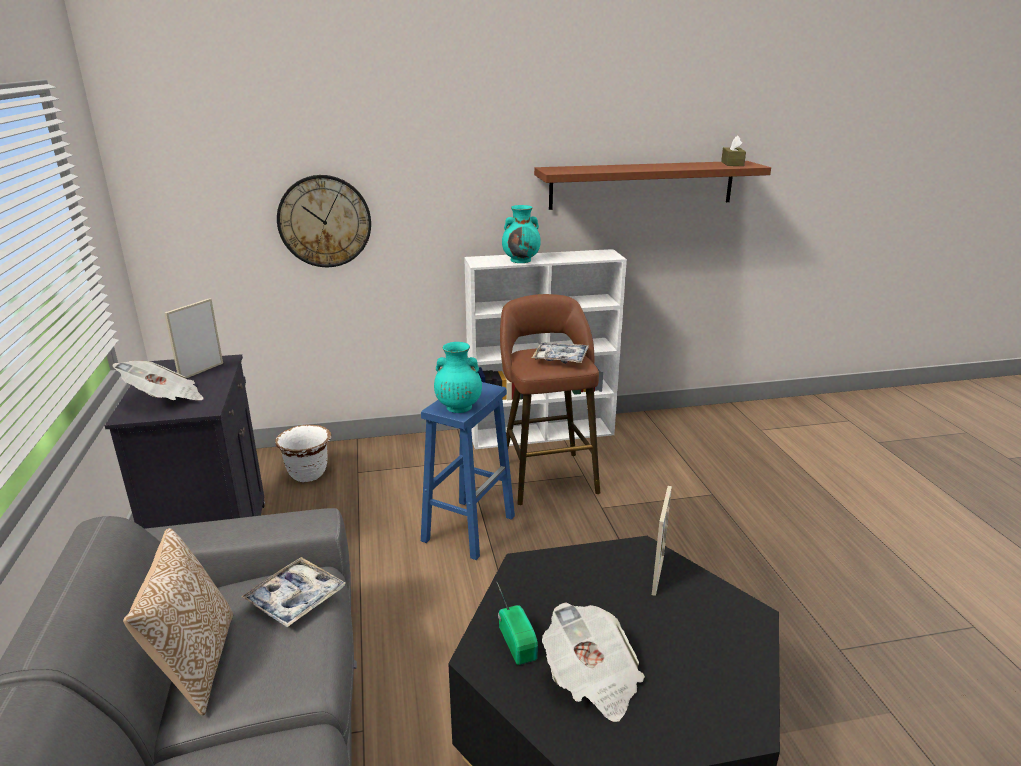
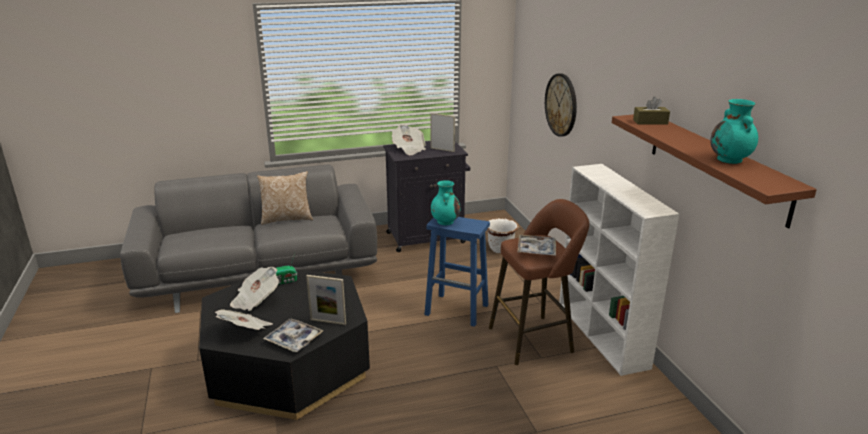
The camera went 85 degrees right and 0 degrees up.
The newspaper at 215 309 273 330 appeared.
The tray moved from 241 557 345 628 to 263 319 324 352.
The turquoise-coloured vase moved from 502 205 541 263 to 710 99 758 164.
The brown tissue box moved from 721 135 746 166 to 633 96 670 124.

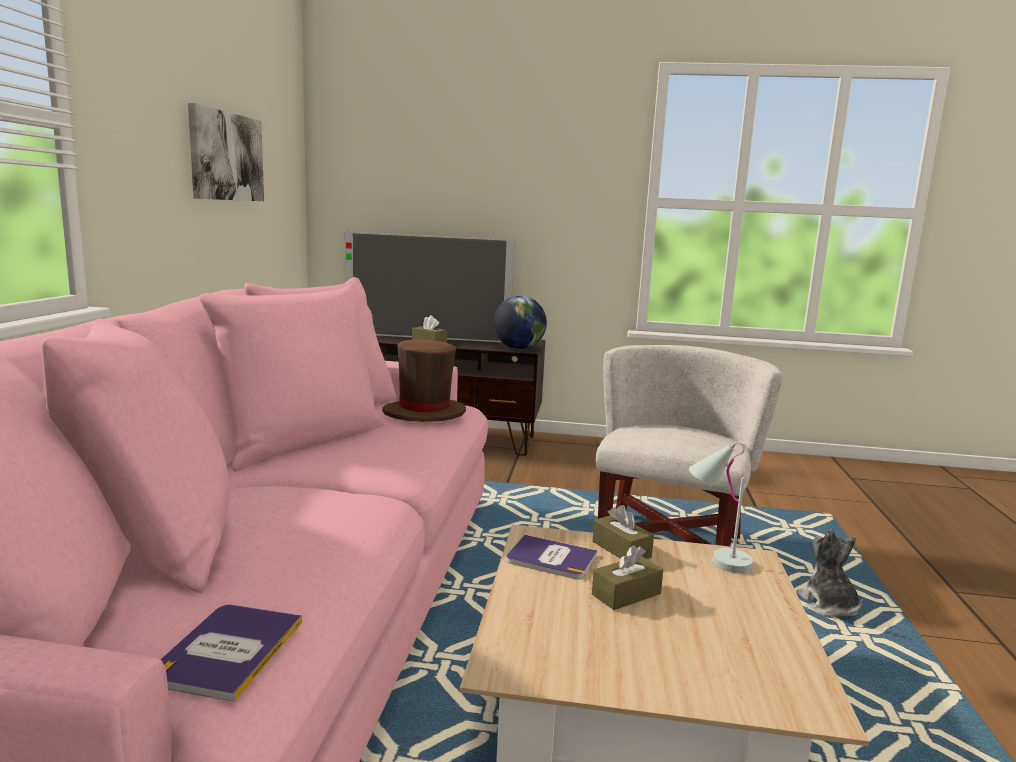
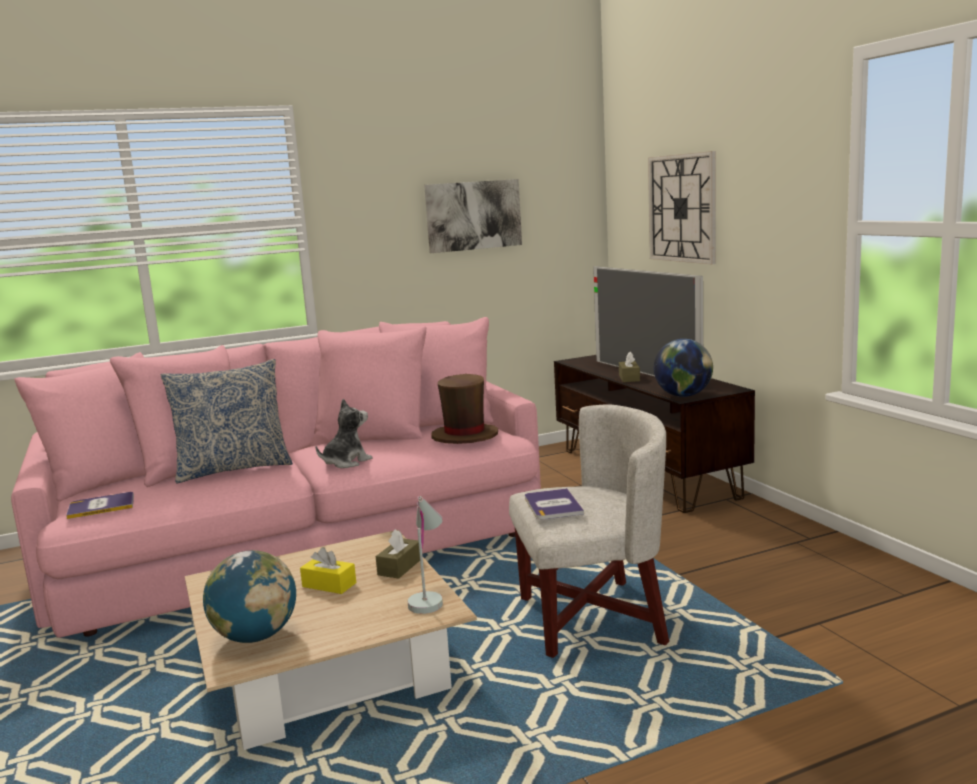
The camera went 60 degrees right and 0 degrees up.
The throw pillow at 161 359 293 483 appeared.
The world globe at 203 550 296 643 appeared.
The wall clock at 648 151 716 264 appeared.
The volume moved from 506 535 597 579 to 525 488 584 520.
The plush toy moved from 796 529 863 618 to 316 399 372 468.
The brown tissue box at 592 545 663 610 became the yellowish tissue box at 300 547 356 594.

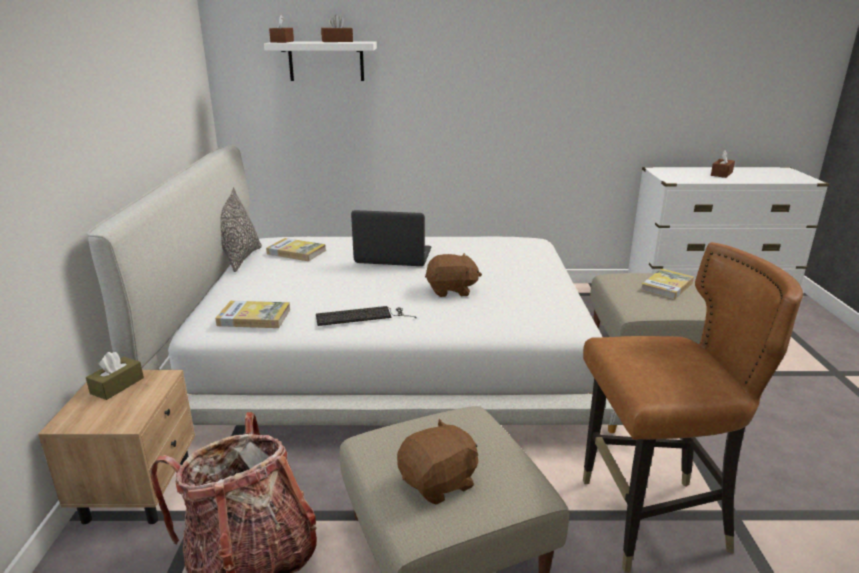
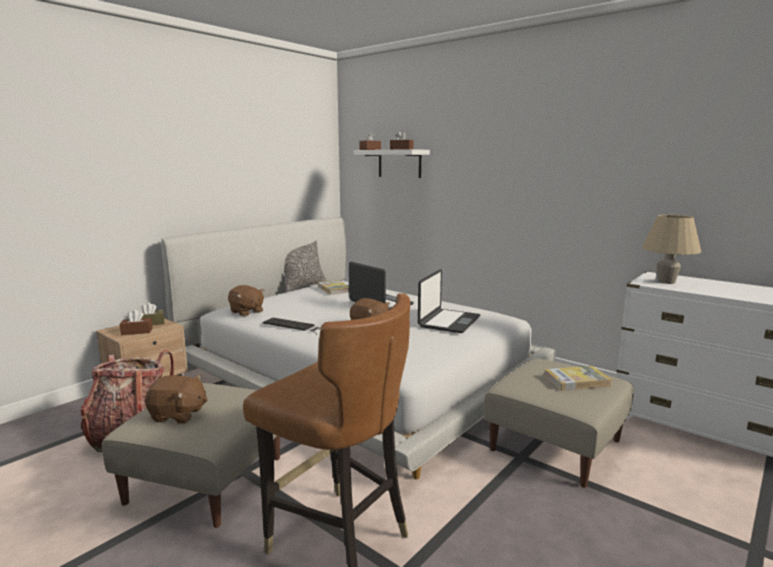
The camera went 40 degrees right and 10 degrees down.
The notebook computer at 418 269 480 333 appeared.
The beige tabletop lamp at 642 215 701 284 appeared.
The brown tissue box moved from 711 150 735 178 to 119 310 153 335.
The volume at 215 301 290 328 was replaced by the brown plush toy at 228 285 265 316.

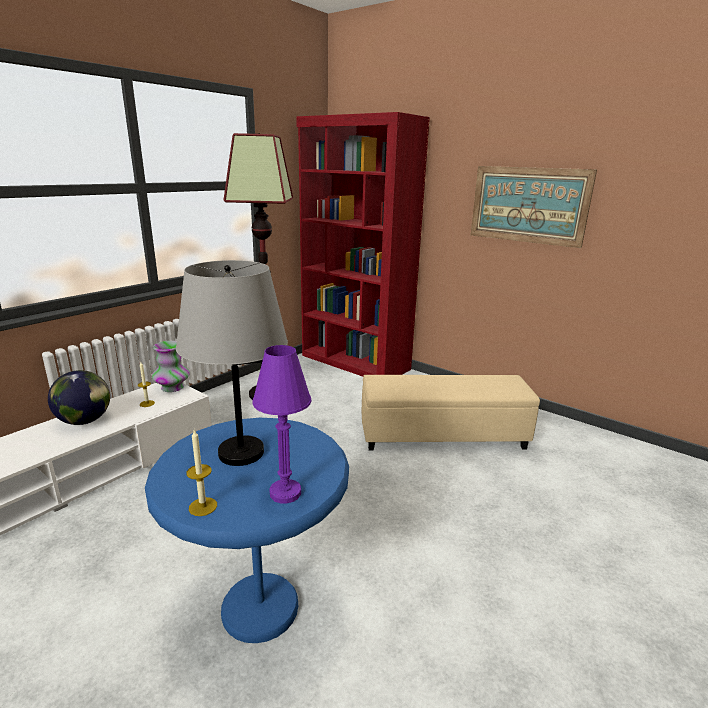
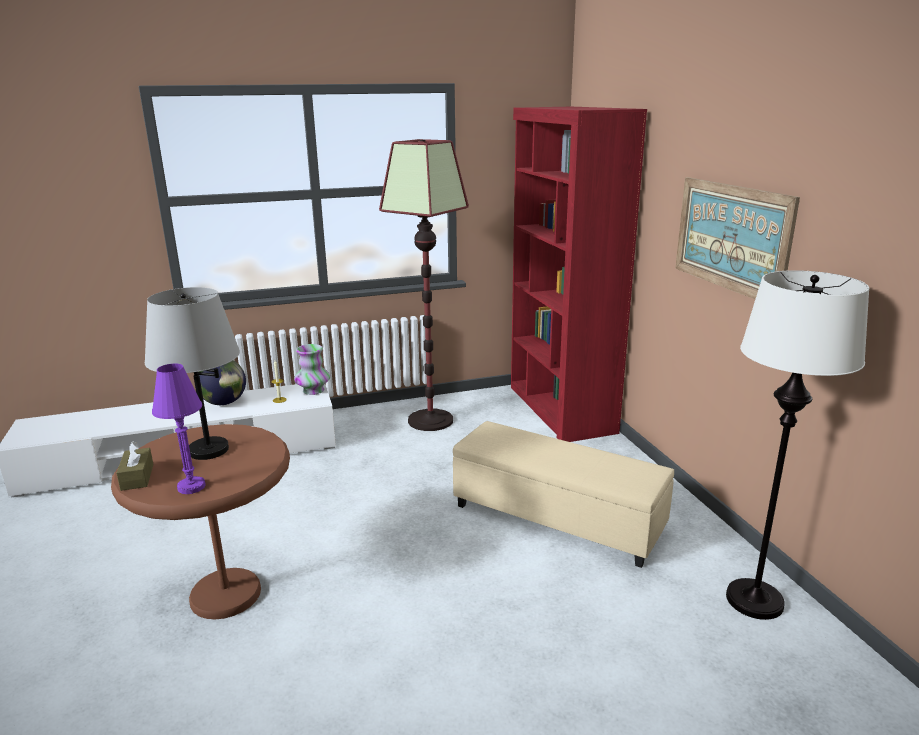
The camera went 35 degrees right and 0 degrees up.
The white standing lamp at 726 270 869 620 appeared.
The wax candle at 186 430 217 516 was replaced by the brown tissue box at 116 441 153 491.
The bluish accent table at 145 418 349 643 became the brown accent table at 111 424 290 619.

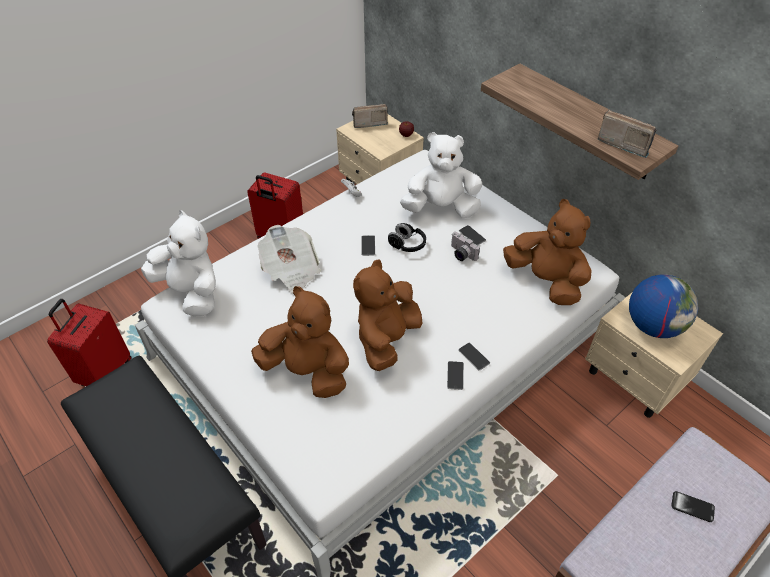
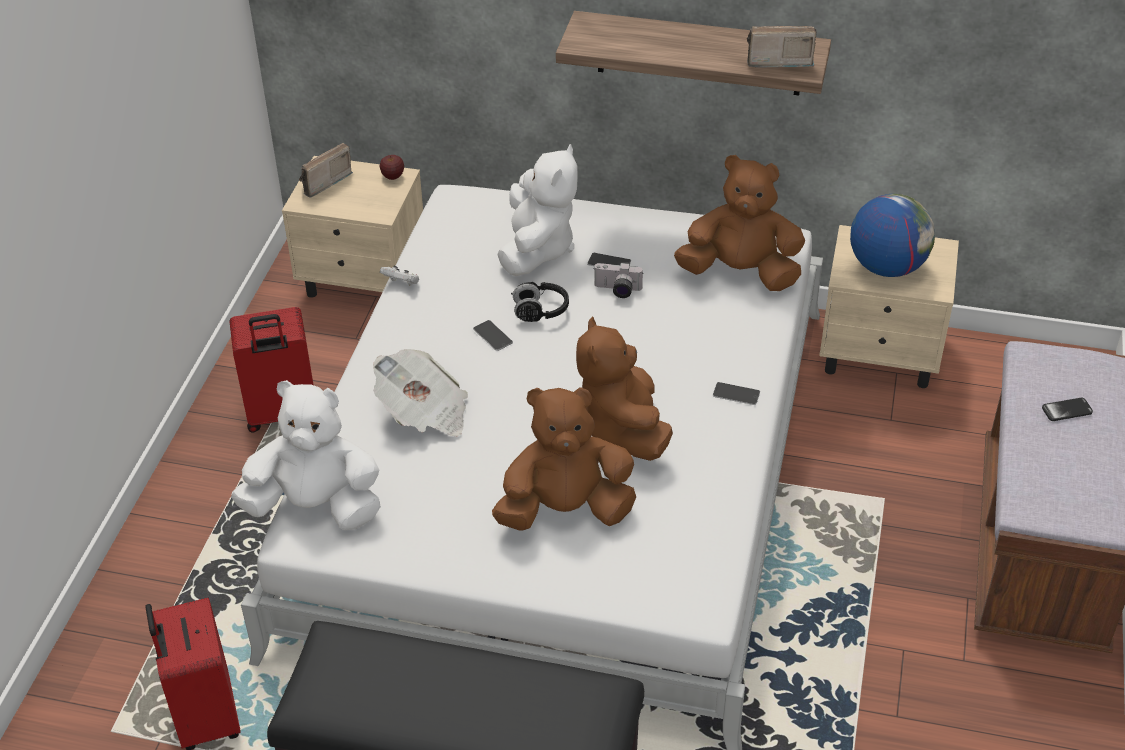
The camera went 35 degrees left and 5 degrees down.
The telephone at 447 361 464 390 disappeared.
The white plush toy at 400 132 482 218 turned 135 degrees clockwise.

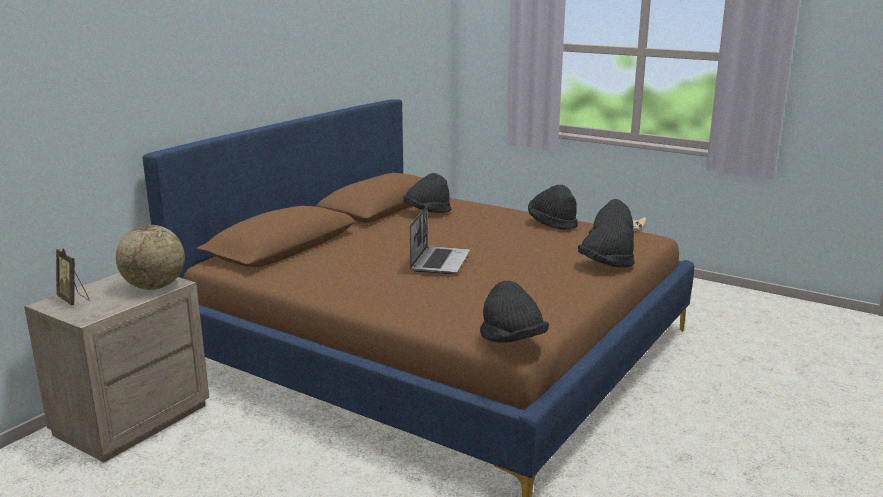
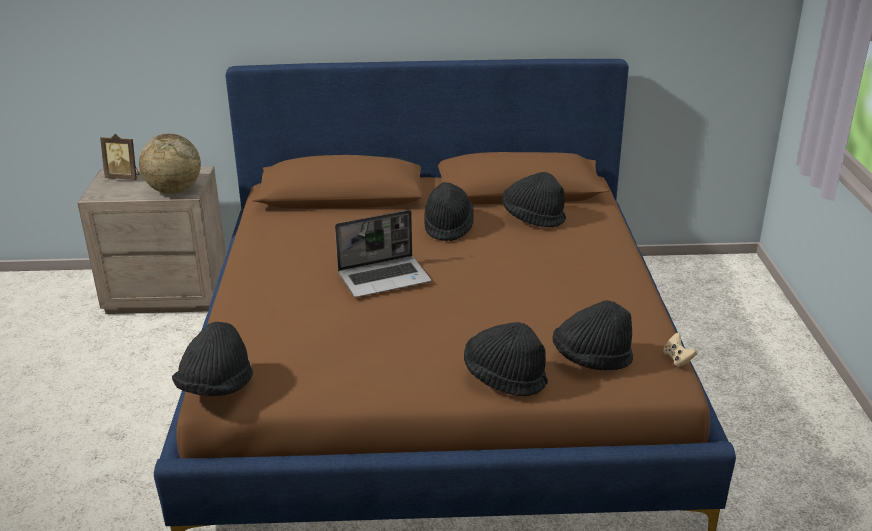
The camera went 55 degrees right and 10 degrees up.
The blackish hat moved from 528 185 578 230 to 424 182 474 241.
The standing frame at 56 248 89 306 turned 90 degrees counterclockwise.

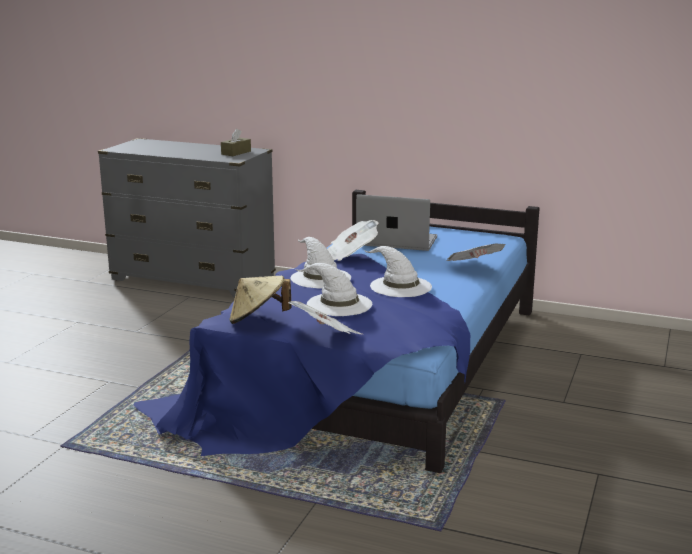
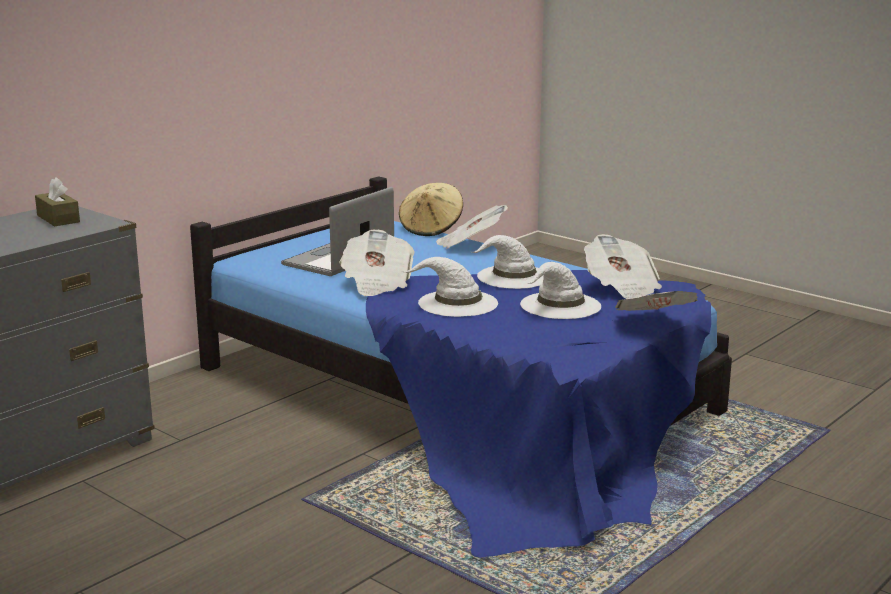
The camera went 70 degrees left and 0 degrees up.
The newspaper at 584 234 662 299 appeared.
The beige hat moved from 229 276 292 324 to 399 183 463 236.

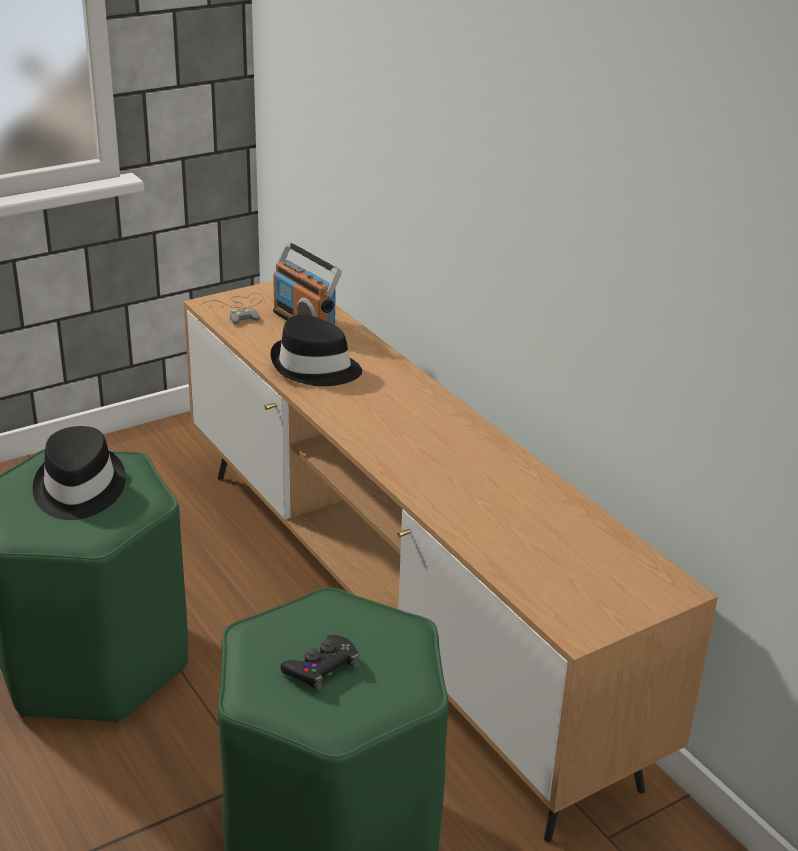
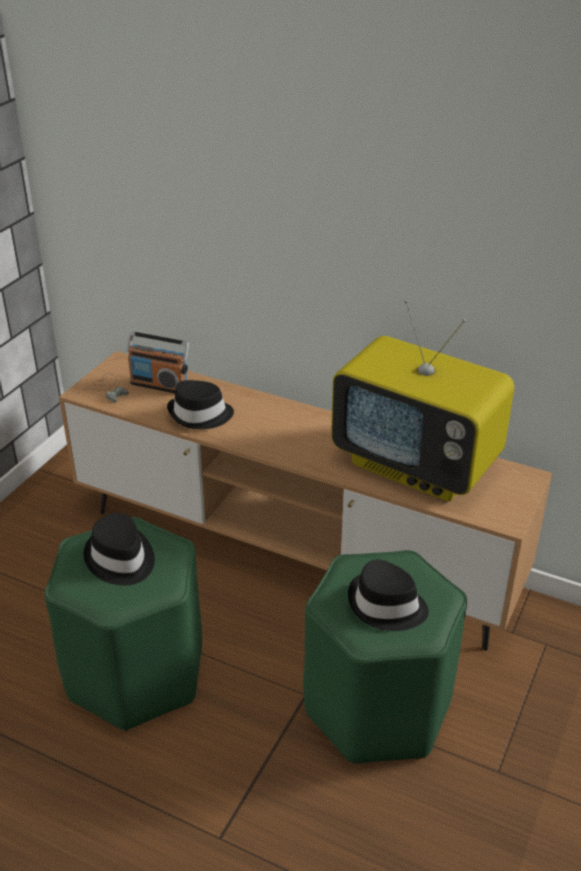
The camera went 30 degrees left and 5 degrees up.
The TV set at 331 300 514 502 appeared.
The blackish game controller at 281 635 359 690 was replaced by the blackish hat at 348 559 429 631.

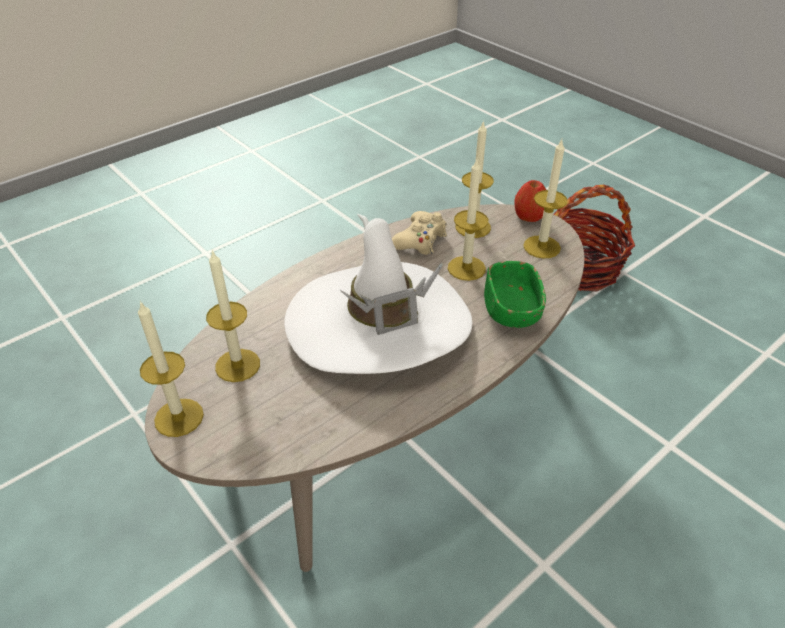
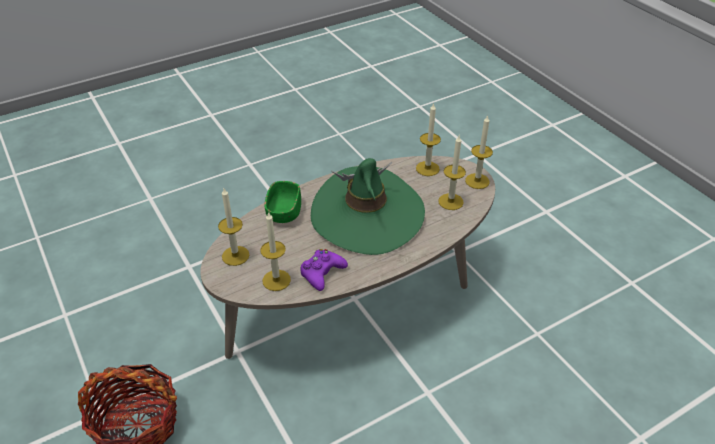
The camera went 170 degrees left and 0 degrees up.
The whole apple at 514 180 546 222 disappeared.
The wax candle moved from 448 159 488 281 to 416 103 441 176.
The white hat at 284 214 472 374 became the green hat at 311 158 425 255.
The beige game controller at 392 211 447 255 became the purplish game controller at 300 249 348 291.

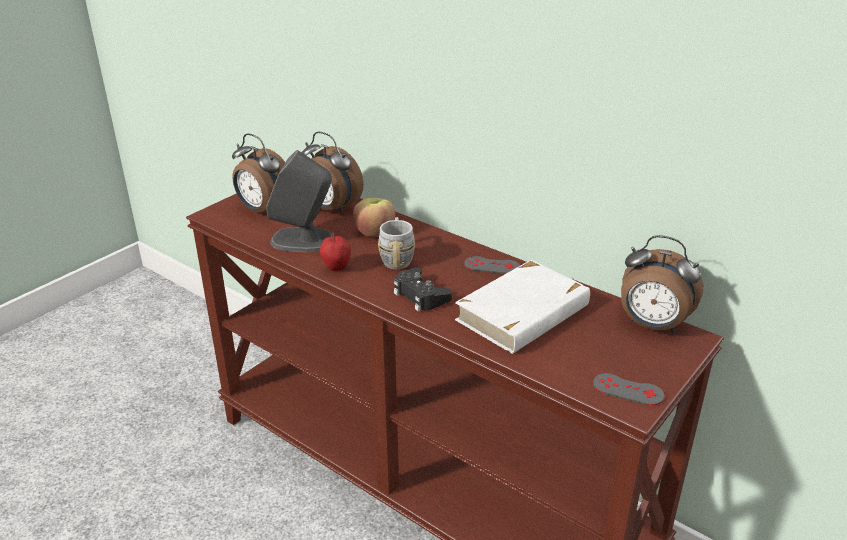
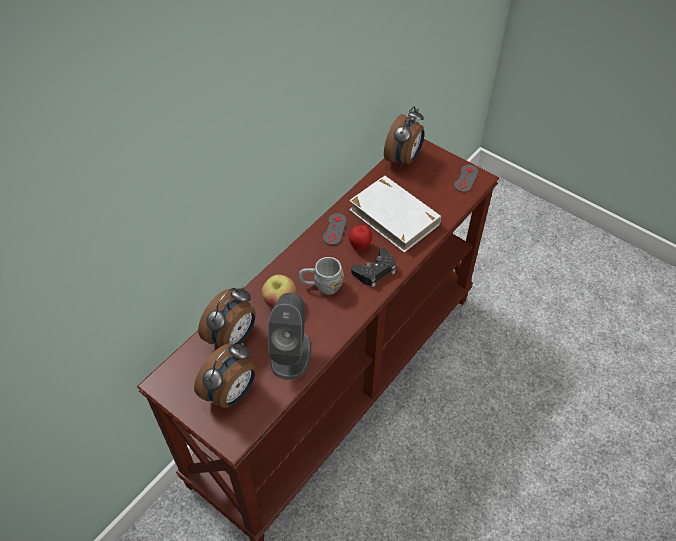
The camera went 90 degrees left and 20 degrees up.
The whole apple moved from 320 233 351 271 to 349 225 372 250.

